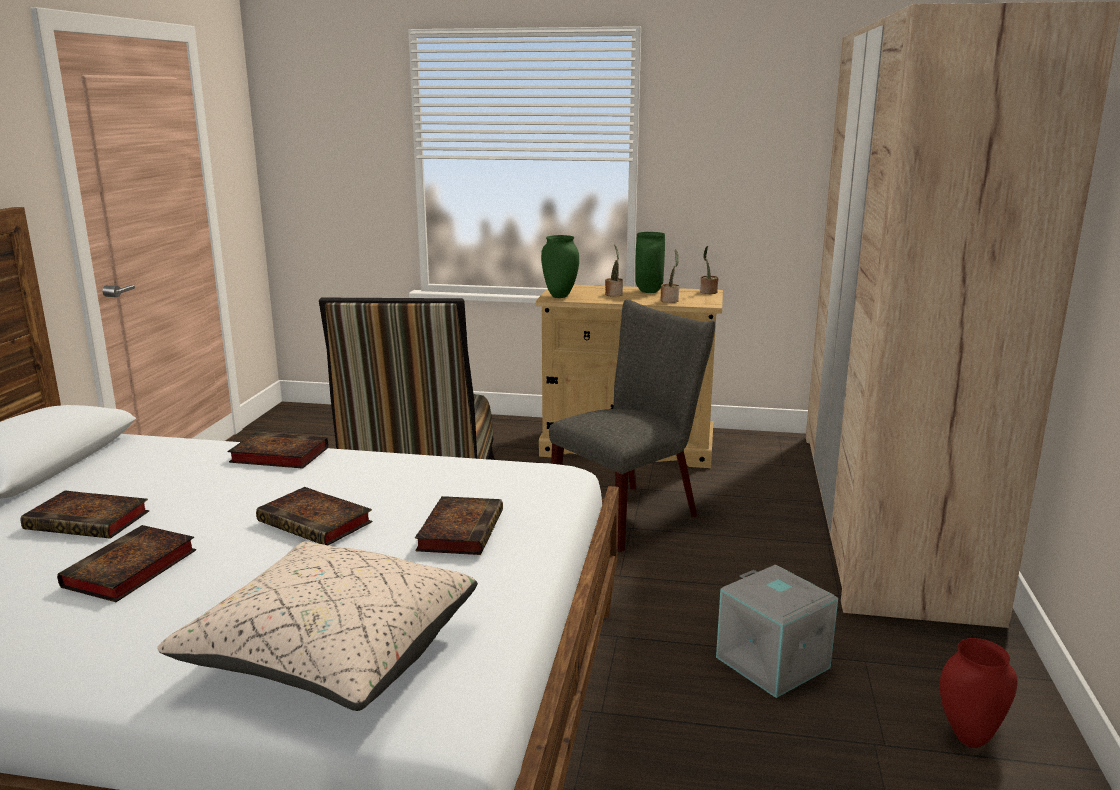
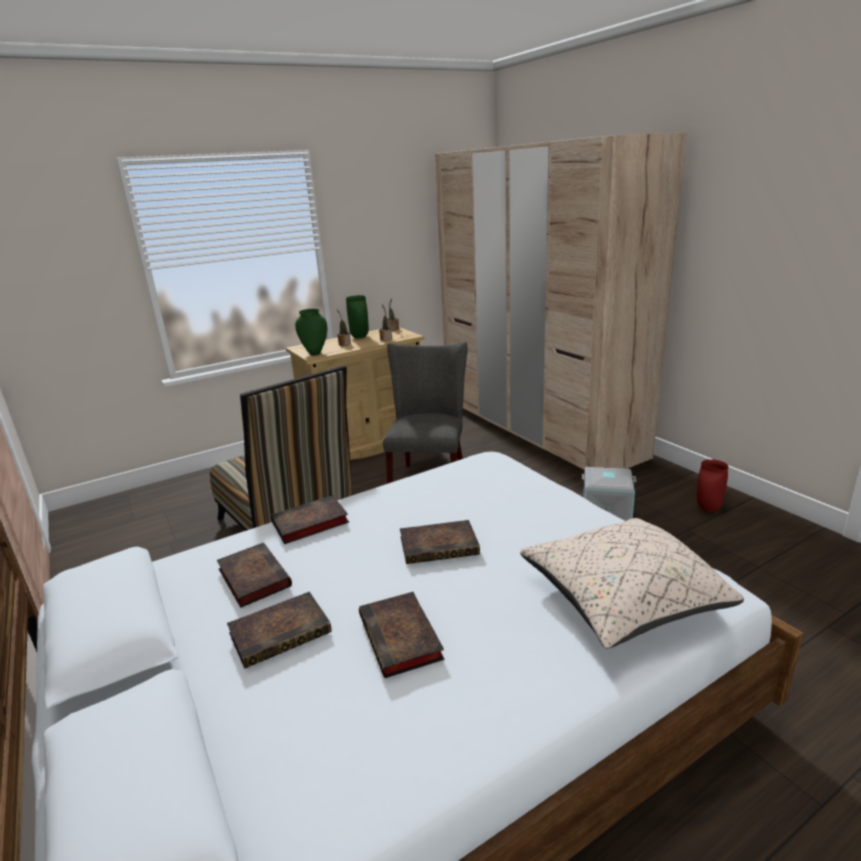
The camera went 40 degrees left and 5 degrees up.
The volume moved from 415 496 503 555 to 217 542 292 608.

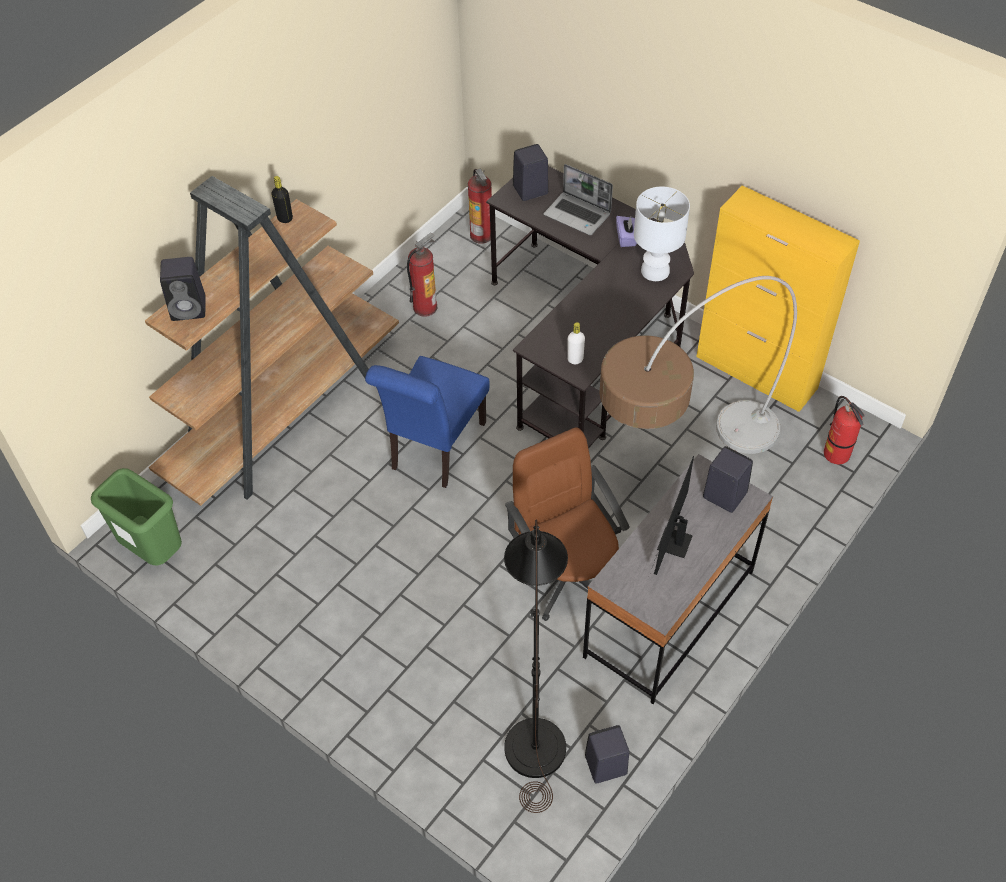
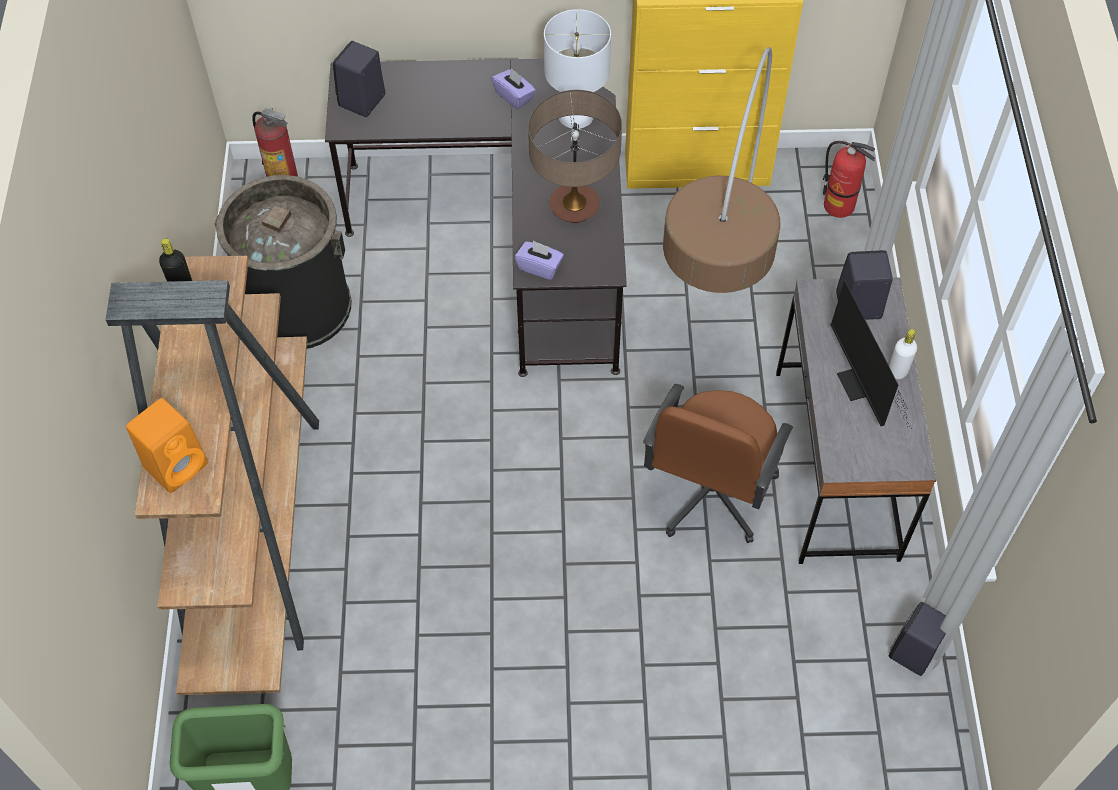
The camera went 40 degrees left and 5 degrees up.
The bluish chair at 365 356 489 488 disappeared.
The blackish standing lamp at 504 519 568 813 disappeared.
The notebook computer at 544 164 613 235 disappeared.
The purplish tissue box at 515 241 564 280 appeared.
The tabletop lamp at 528 90 622 223 appeared.
The white drink bottle moved from 567 322 585 364 to 889 329 917 379.
The fire-fighting cylinder at 407 233 437 317 was replaced by the blackish waste bin at 215 175 352 349.
The blackish speaker at 160 257 206 321 became the orange speaker at 126 398 208 493.
The brown desk chair at 505 427 629 621 turned 90 degrees counterclockwise.

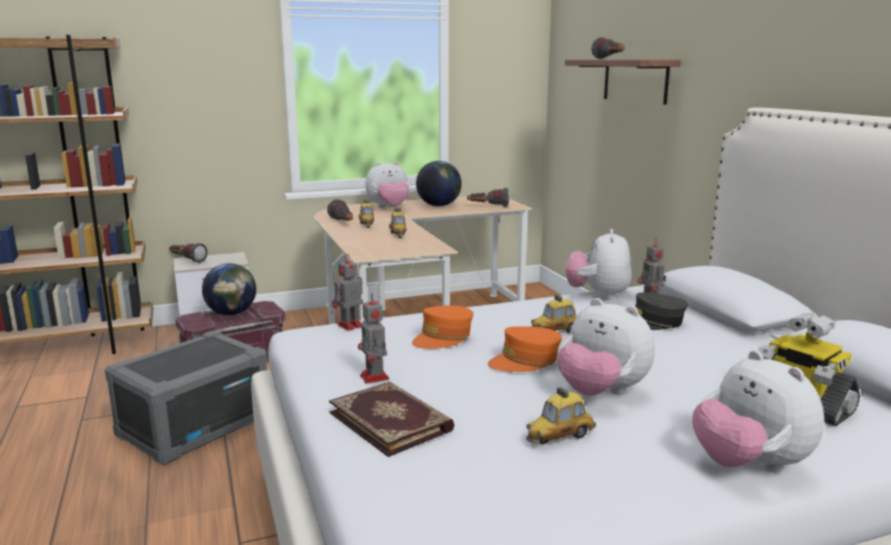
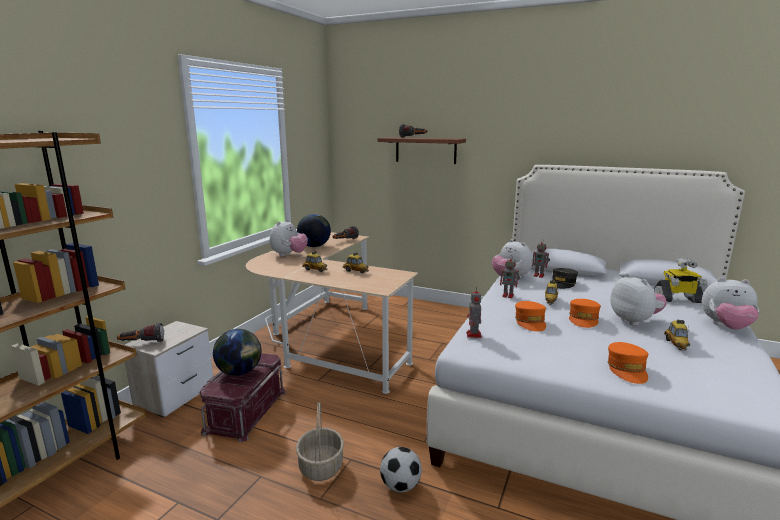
The camera went 45 degrees left and 0 degrees up.
The hand torch at 327 199 353 221 disappeared.
The football ball at 380 447 422 492 appeared.
The toy robot moved from 358 294 389 384 to 500 259 520 298.
The greyish storage box at 105 331 267 465 was replaced by the storage basket at 296 402 344 481.
The volume at 329 382 454 457 was replaced by the orange baseball cap at 607 342 648 384.
The plush toy at 557 298 655 396 turned 105 degrees counterclockwise.

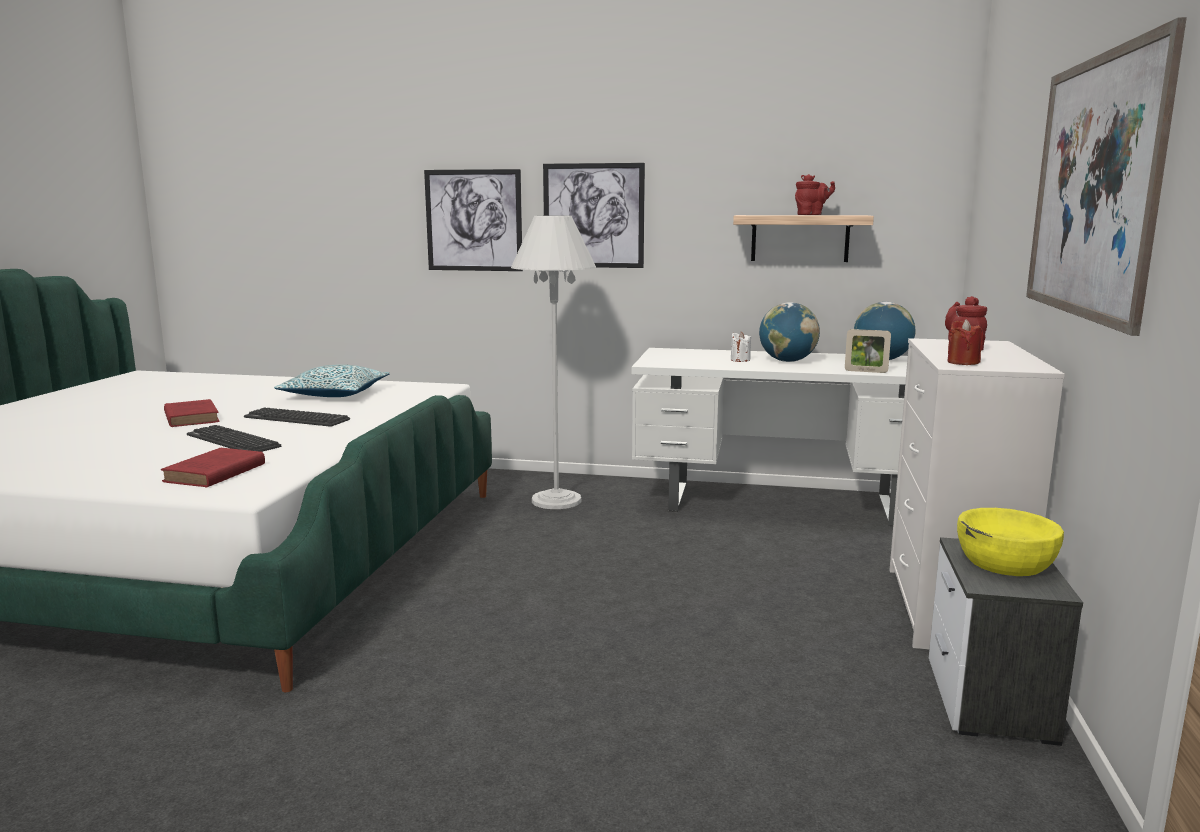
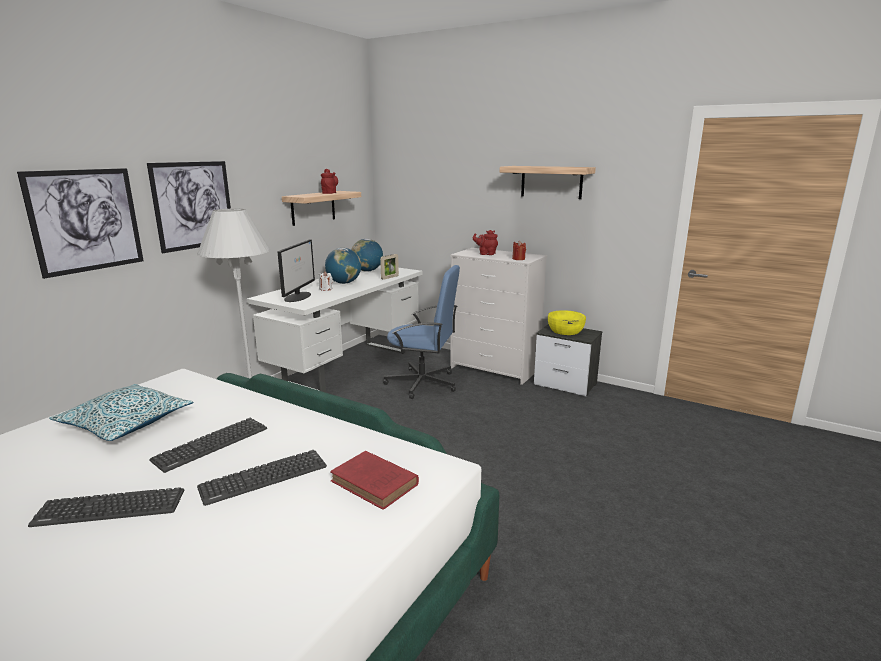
The camera went 70 degrees left and 5 degrees up.
The computer screen at 277 240 315 302 appeared.
The bluish desk chair at 383 265 460 399 appeared.
The red-coloured volume at 164 399 220 427 was replaced by the computer keyboard at 28 487 184 527.
The picture at 1026 17 1187 336 was replaced by the wall shelf at 500 166 596 199.

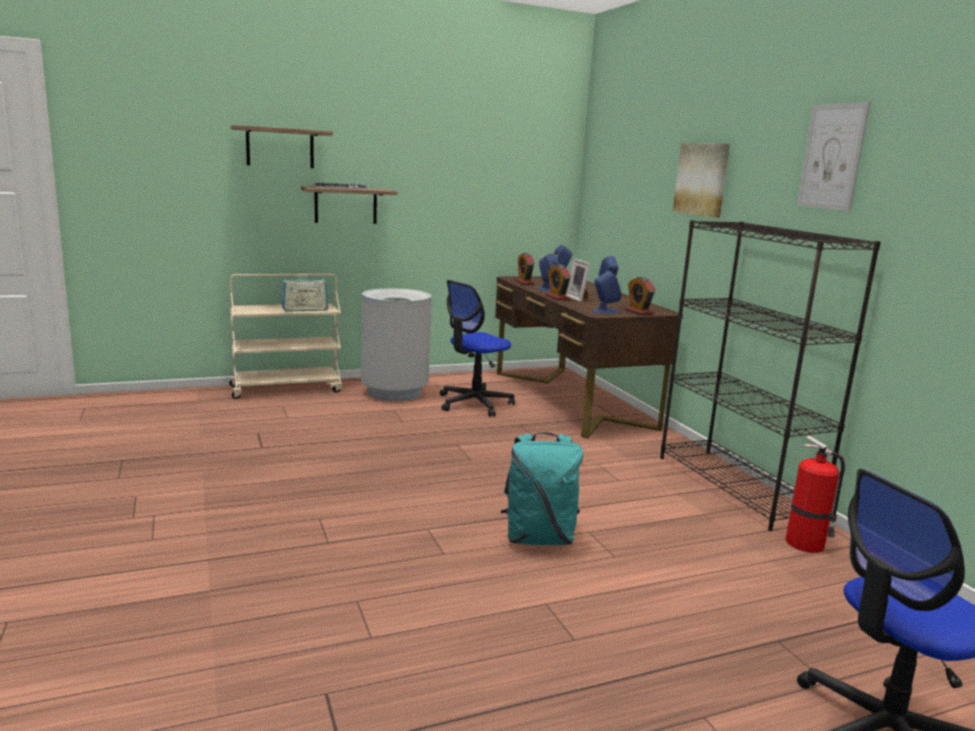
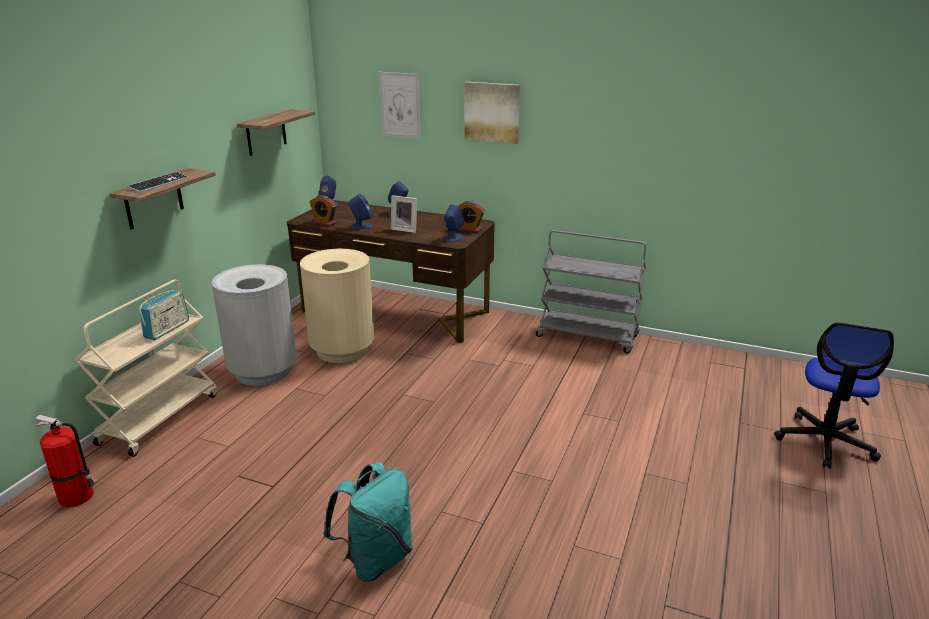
The camera went 45 degrees left and 10 degrees up.
The bedside clock at 546 265 571 300 disappeared.
The wall shelf moved from 231 125 333 168 to 237 109 315 156.
The turquoise-coloured backpack moved from 501 433 583 545 to 323 462 413 582.
The fire-fighting cylinder moved from 785 436 845 553 to 35 414 95 507.
The picture moved from 796 102 871 211 to 379 72 421 139.
The desk chair at 440 280 515 417 was replaced by the beige waste bin at 300 249 374 363.
The blackish bookshelf at 660 220 881 531 was replaced by the greyish trolley at 536 230 646 353.

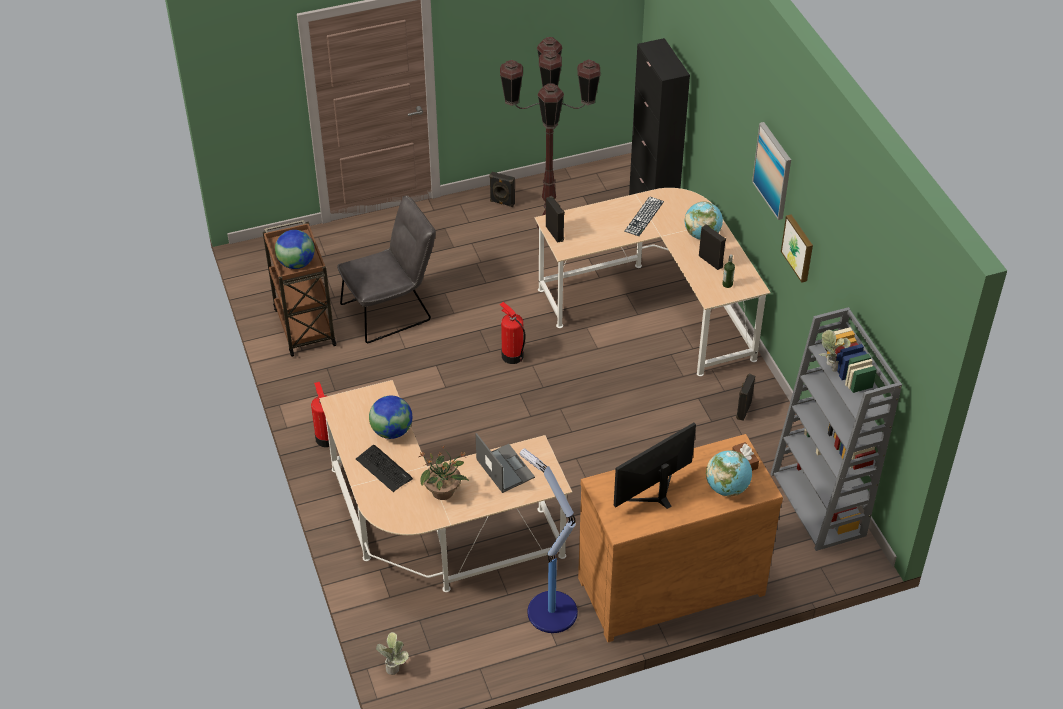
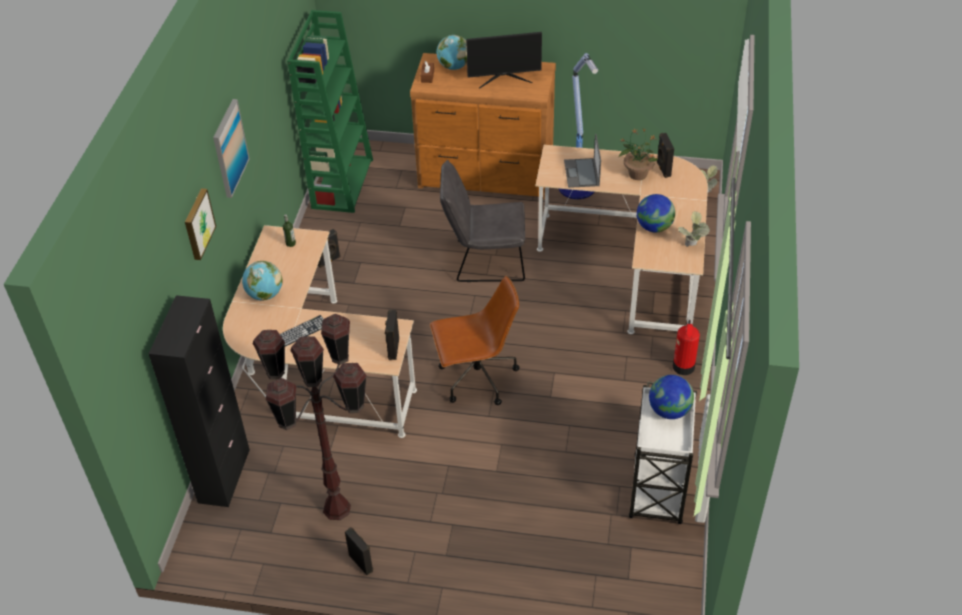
The camera went 150 degrees left and 0 degrees up.
The computer keyboard at 356 445 413 492 disappeared.
The greyish chair moved from 337 196 436 343 to 440 160 525 282.
The blackish speaker moved from 699 224 726 270 to 657 133 674 178.
The picture moved from 781 214 813 283 to 185 188 216 260.
The plant in a pot moved from 819 330 851 372 to 678 211 710 247.
The fire-fighting cylinder at 500 302 525 364 was replaced by the brown desk chair at 430 276 519 405.
The brown trolley at 263 220 336 357 became the white trolley at 629 381 697 524.
The greyish bookshelf at 771 307 902 551 became the green bookshelf at 287 10 373 213.

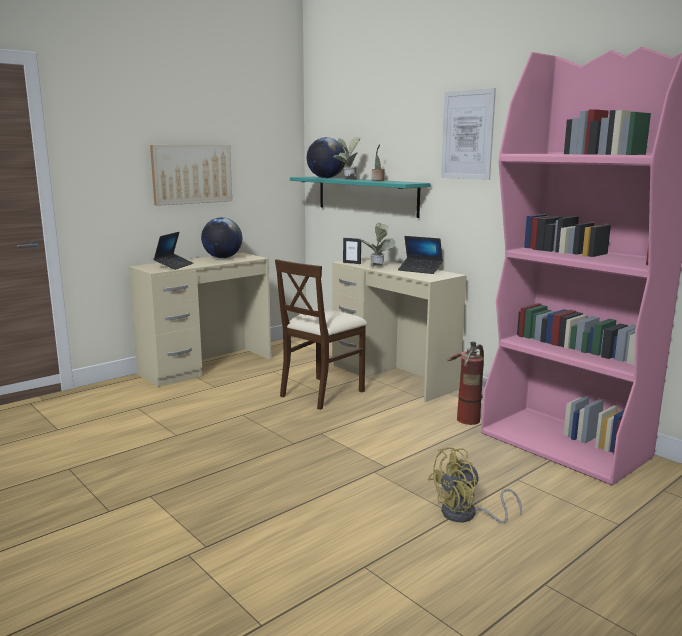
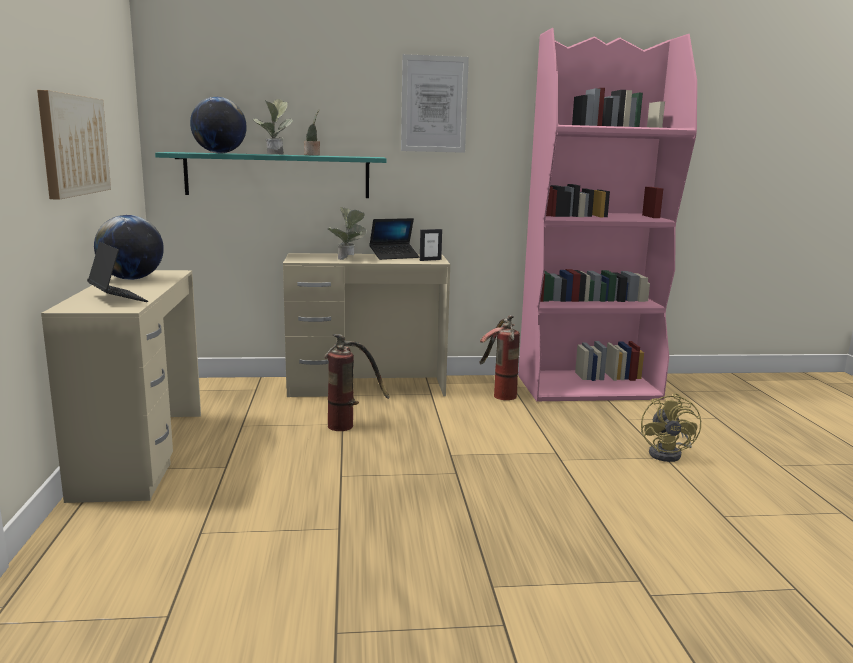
The camera went 55 degrees left and 0 degrees up.
The standing frame moved from 343 238 361 264 to 420 229 442 261.
The beige chair at 275 259 367 410 was replaced by the fire-fighting cylinder at 324 334 389 431.

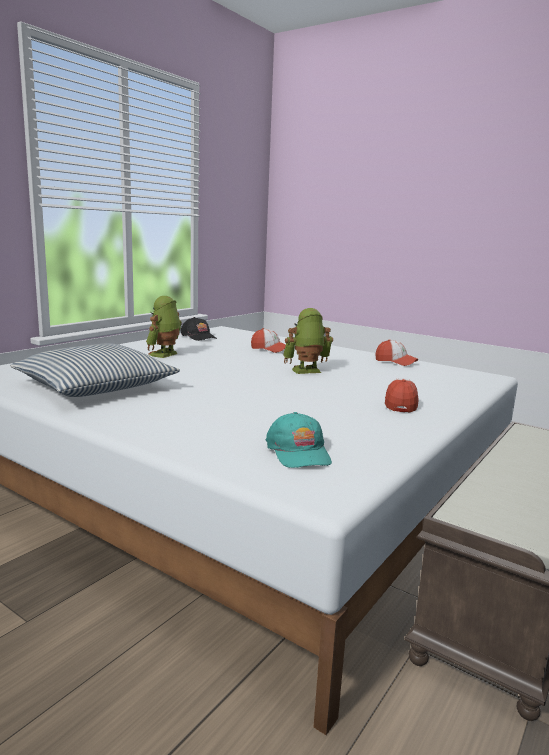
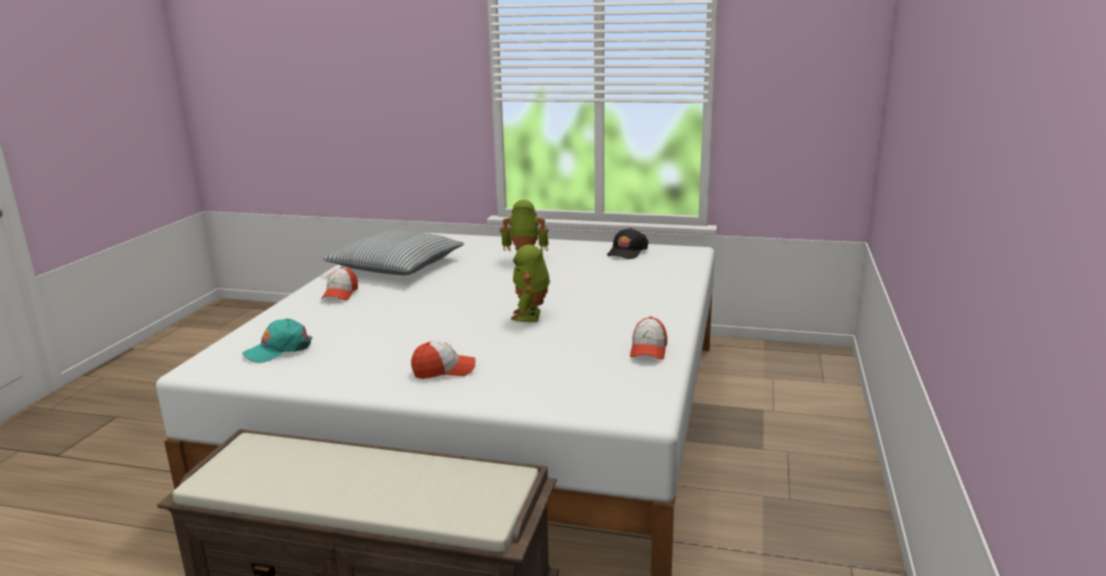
The camera went 70 degrees right and 5 degrees up.
The baseball cap moved from 251 328 286 353 to 321 267 358 300.
The toy robot at 283 308 333 374 turned 135 degrees counterclockwise.

